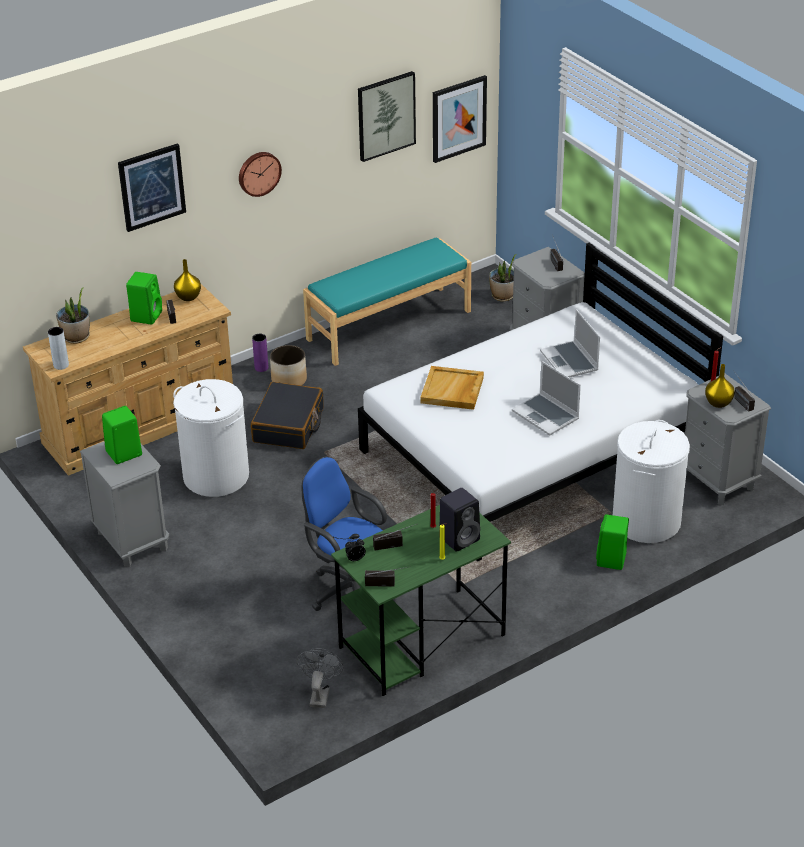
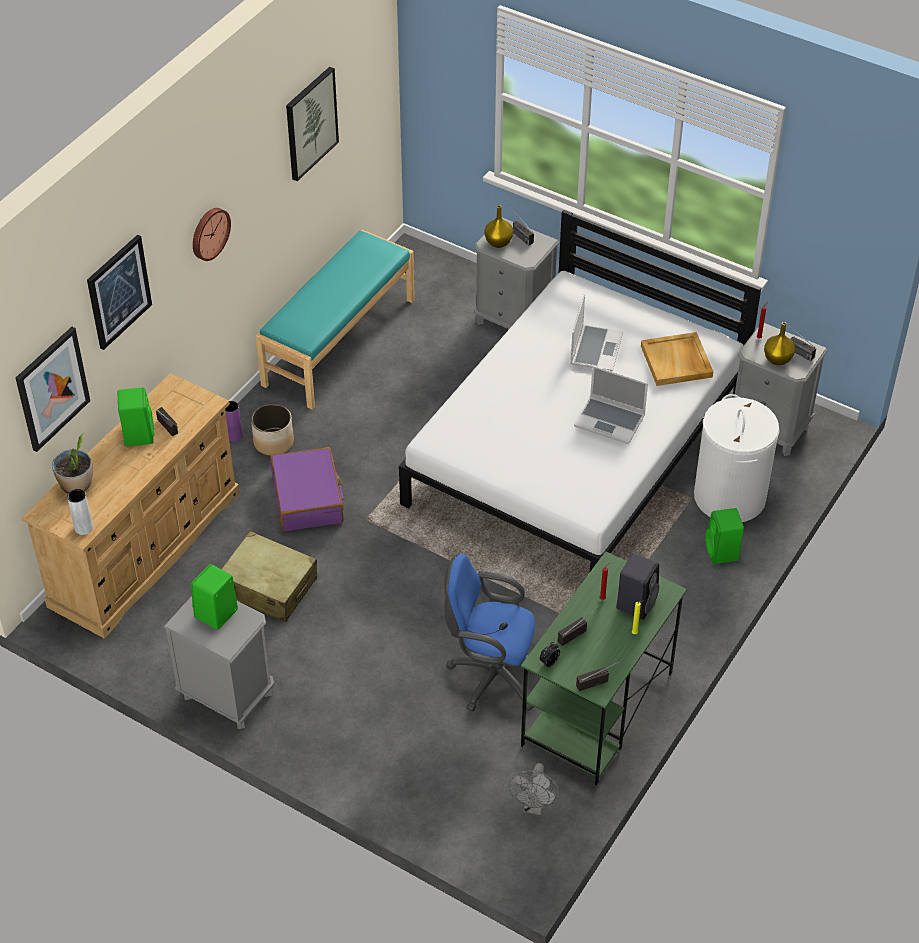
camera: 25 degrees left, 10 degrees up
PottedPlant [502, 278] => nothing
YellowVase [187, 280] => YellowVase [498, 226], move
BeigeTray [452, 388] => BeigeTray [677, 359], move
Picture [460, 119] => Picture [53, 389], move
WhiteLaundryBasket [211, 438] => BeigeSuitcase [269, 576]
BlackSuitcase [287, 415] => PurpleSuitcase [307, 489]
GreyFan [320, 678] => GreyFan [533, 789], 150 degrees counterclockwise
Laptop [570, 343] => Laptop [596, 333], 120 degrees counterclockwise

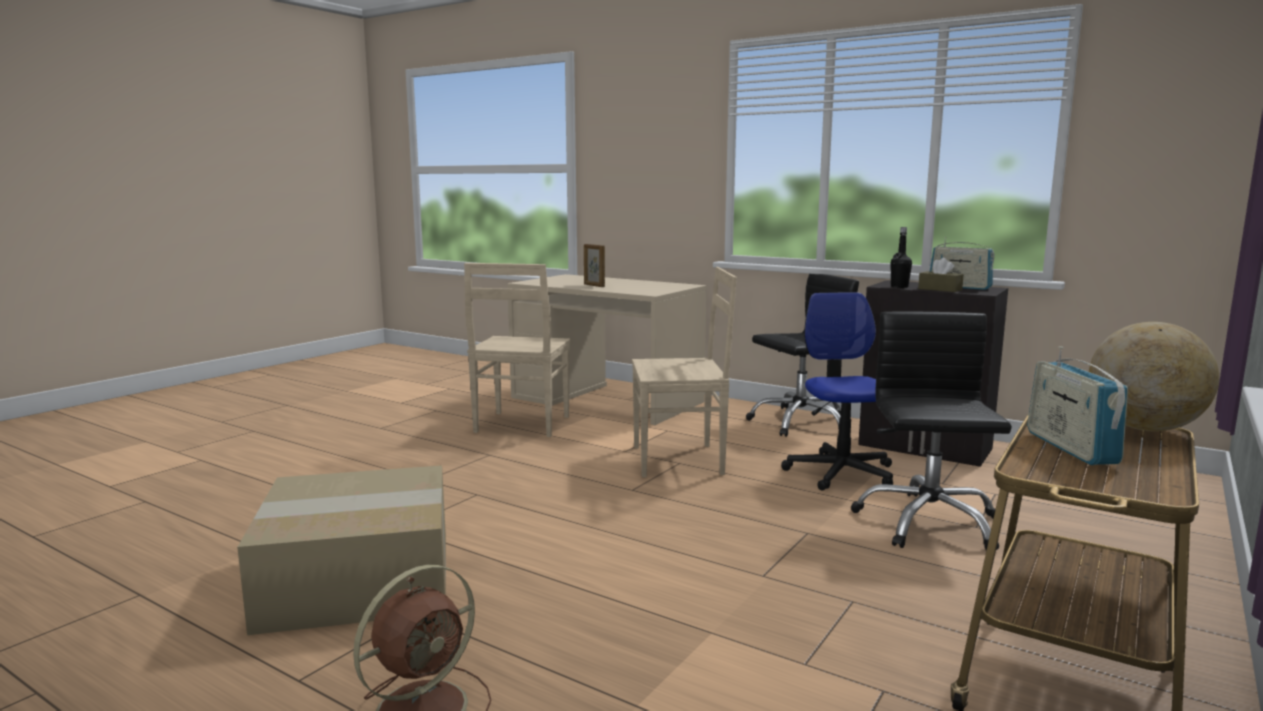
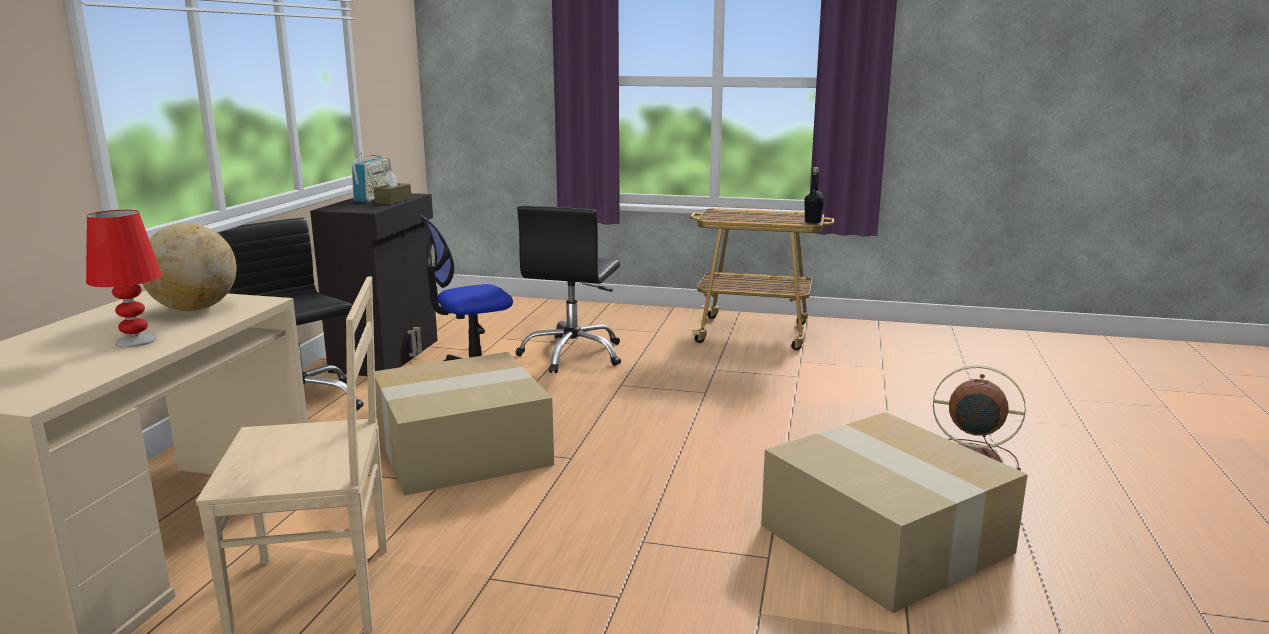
camera: 110 degrees left, 5 degrees up
Radio [1077, 405] => nothing
BlackBottle [901, 257] => BlackBottle [814, 195], move
Globe [1154, 377] => Globe [189, 267], move
PictureFrame [594, 265] => RedTableLamp [124, 279]
BeigeChair [684, 372] => CardboardBox [464, 424]
BlackOfficeChair [931, 431] => BlackOfficeChair [568, 289], 60 degrees counterclockwise

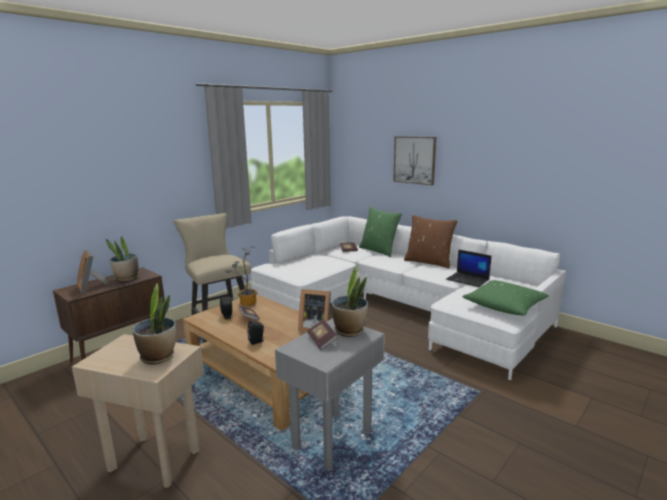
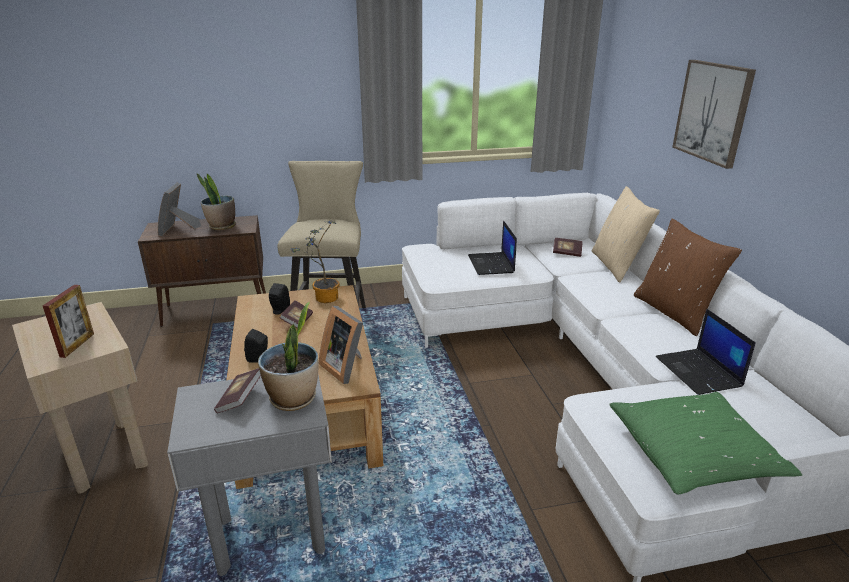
camera: 35 degrees right, 10 degrees up
nothing => Laptop [492, 247]
PottedPlant [154, 324] => PictureFrame [68, 321]
GreenPillow [380, 232] => BeigePillow [626, 234]

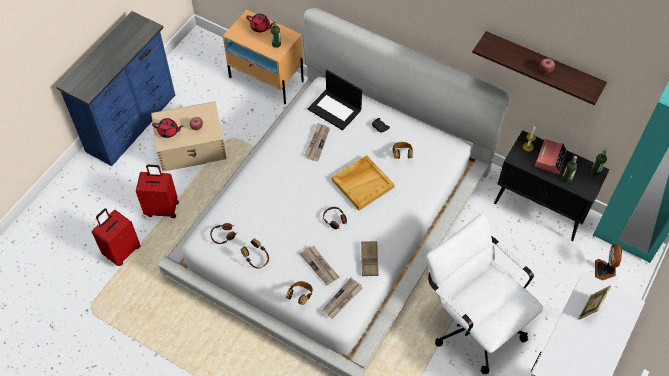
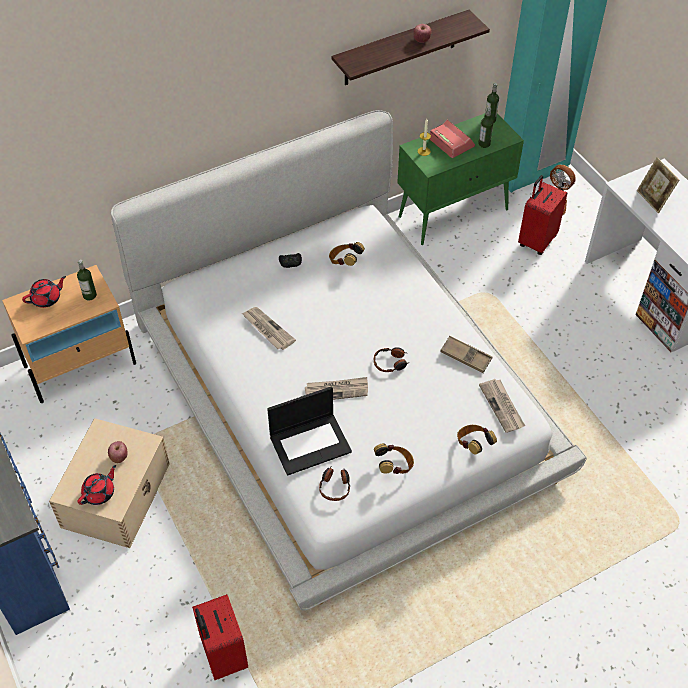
camera: 60 degrees left, 5 degrees down
BeigeTray [363, 182] => nothing
WhiteOfficeChair [485, 293] => nothing
RedSuitcase [157, 191] => RedSuitcase [543, 215], move
Newspaper [319, 266] => Newspaper [336, 388], move
Laptop [335, 100] => Laptop [309, 431], move
BlackCabinet [552, 185] => GreenCabinet [460, 179]

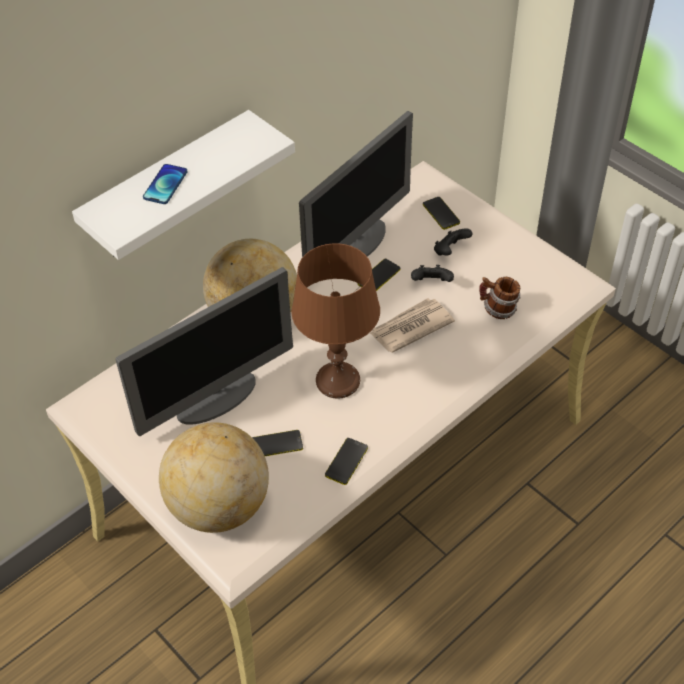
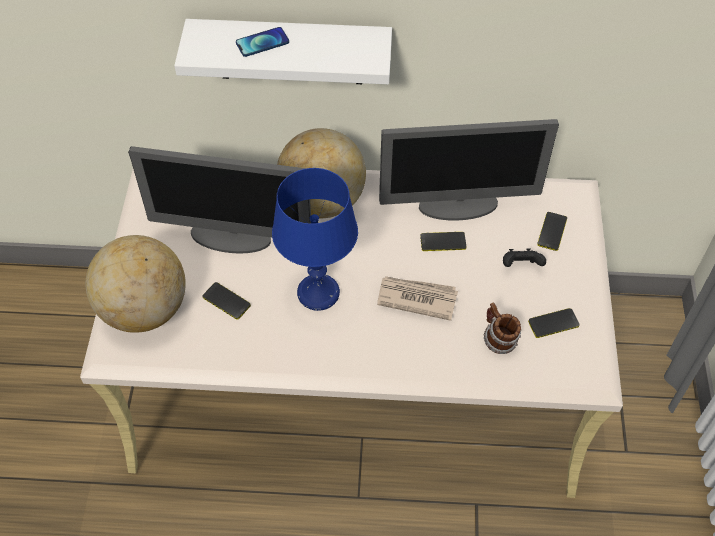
camera: 45 degrees right, 5 degrees up
BlackGameController [432, 273] => nothing
Phone [346, 461] => Phone [554, 323], move
BrownTableLamp [335, 321] => BlueTableLamp [315, 239]

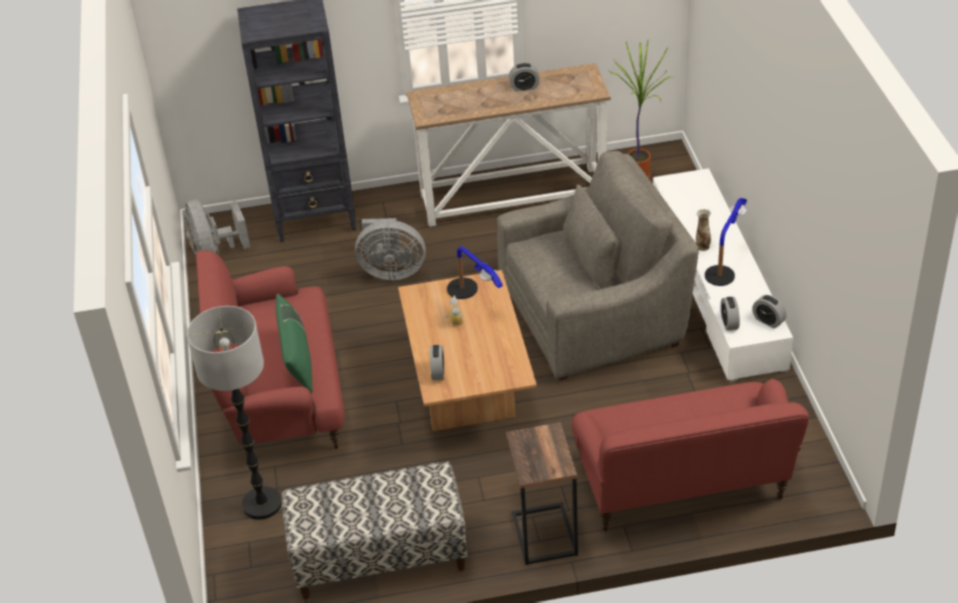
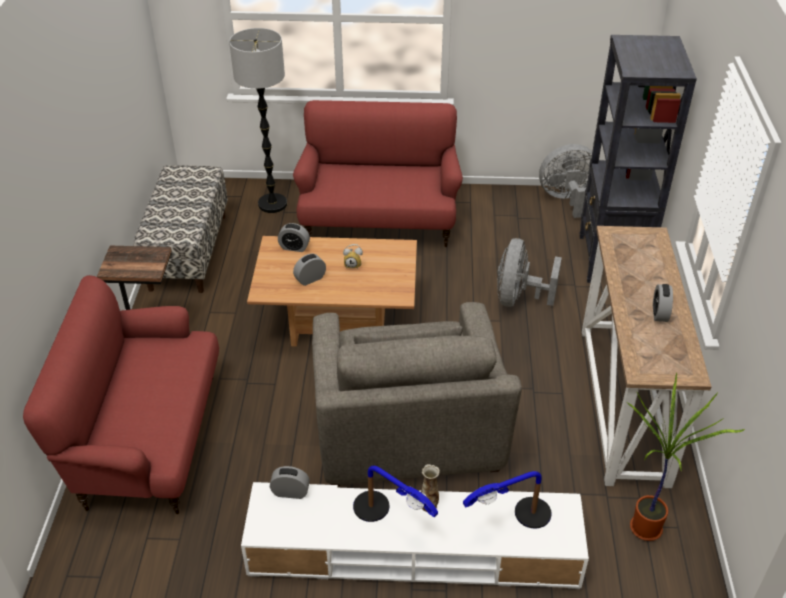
camera: 100 degrees right, 0 degrees up
GreenPillow [293, 343] => nothing
TableLamp [475, 272] => TableLamp [507, 499], move
AlarmClock [769, 311] => AlarmClock [309, 270], move

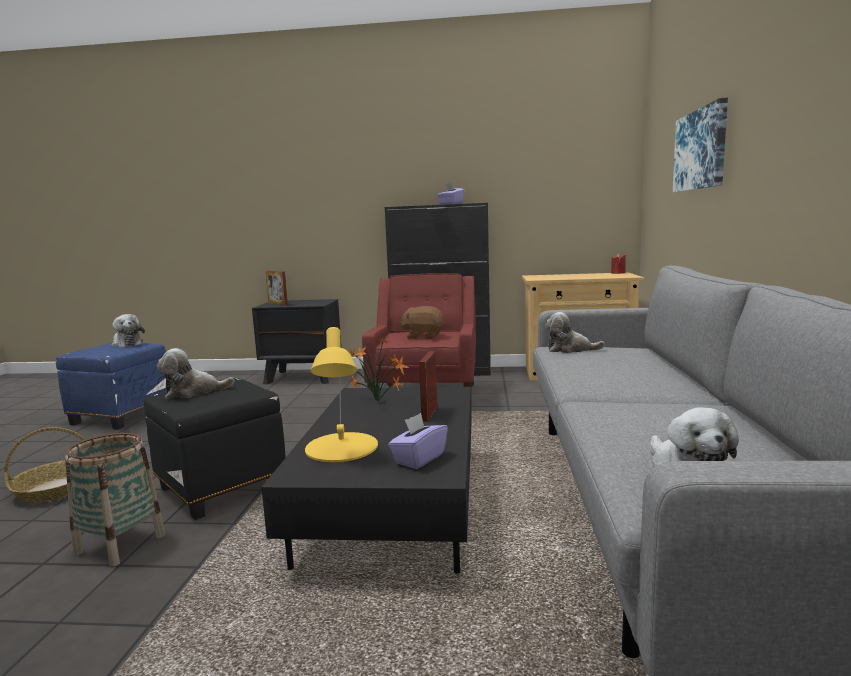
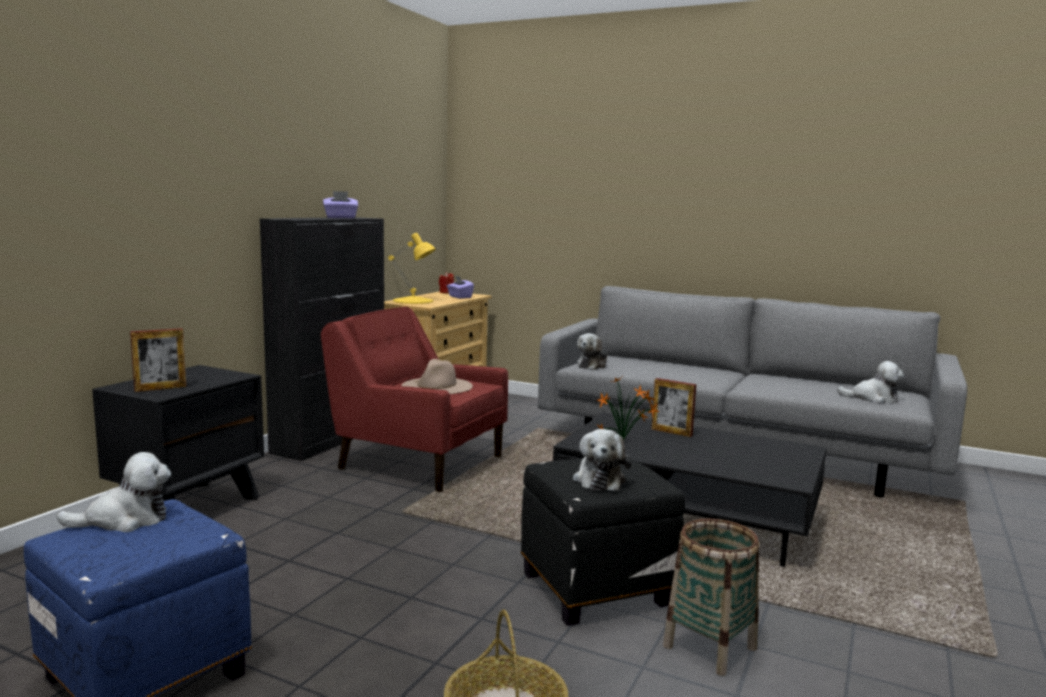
camera: 70 degrees left, 0 degrees up
Picture [700, 145] => nothing
YellowTableLamp [341, 394] => YellowTableLamp [412, 268], move
PurpleTissueBox [418, 441] => PurpleTissueBox [460, 287], move
BrownPlushToy [422, 322] => BeigeHat [437, 376]

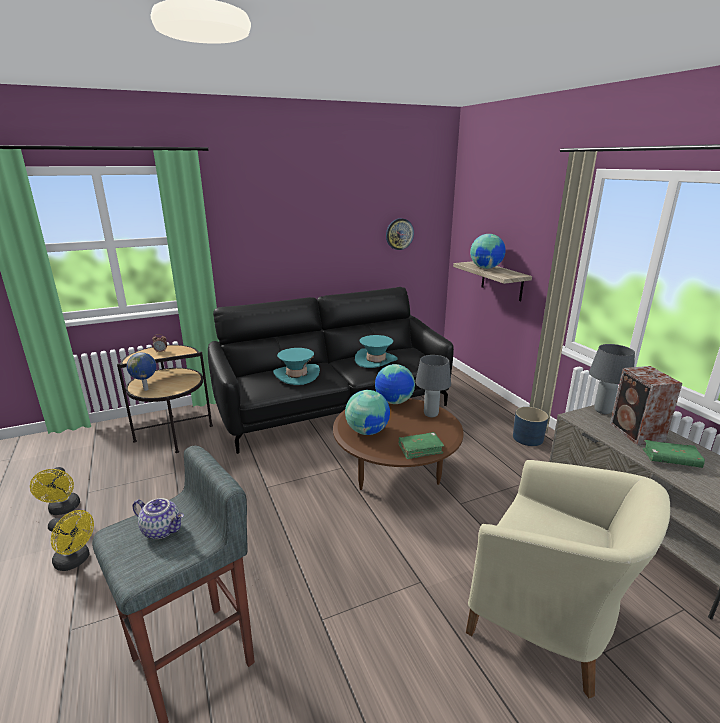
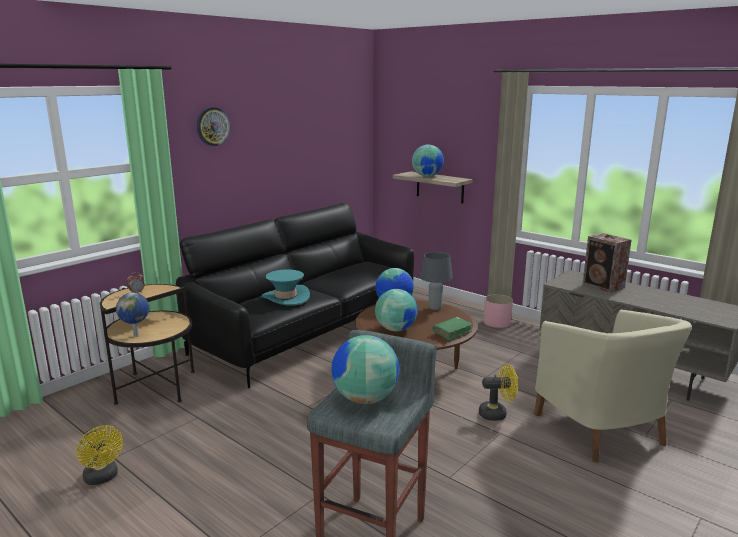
camera: 25 degrees left, 5 degrees down
TurquoiseHat [376, 351] => nothing
GreyTableLamp [612, 379] => nothing
GreenBook [673, 454] => nothing
YellowFan [71, 540] => YellowFan [498, 392], move
WallClock [400, 234] => WallClock [213, 126], move
Teapot [158, 518] => Globe [365, 369]
BluePlanter [530, 426] => PinkPlanter [498, 311]
BeigeArmchair [568, 579] => BeigeArmchair [613, 386], 60 degrees clockwise

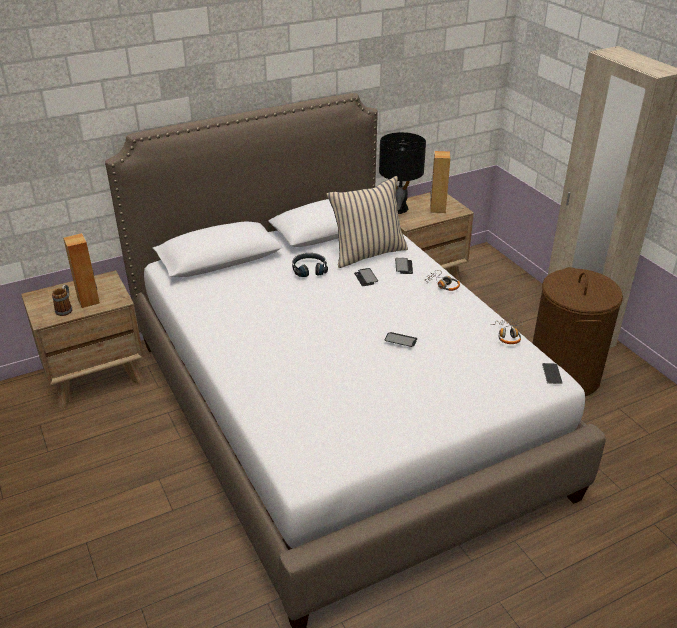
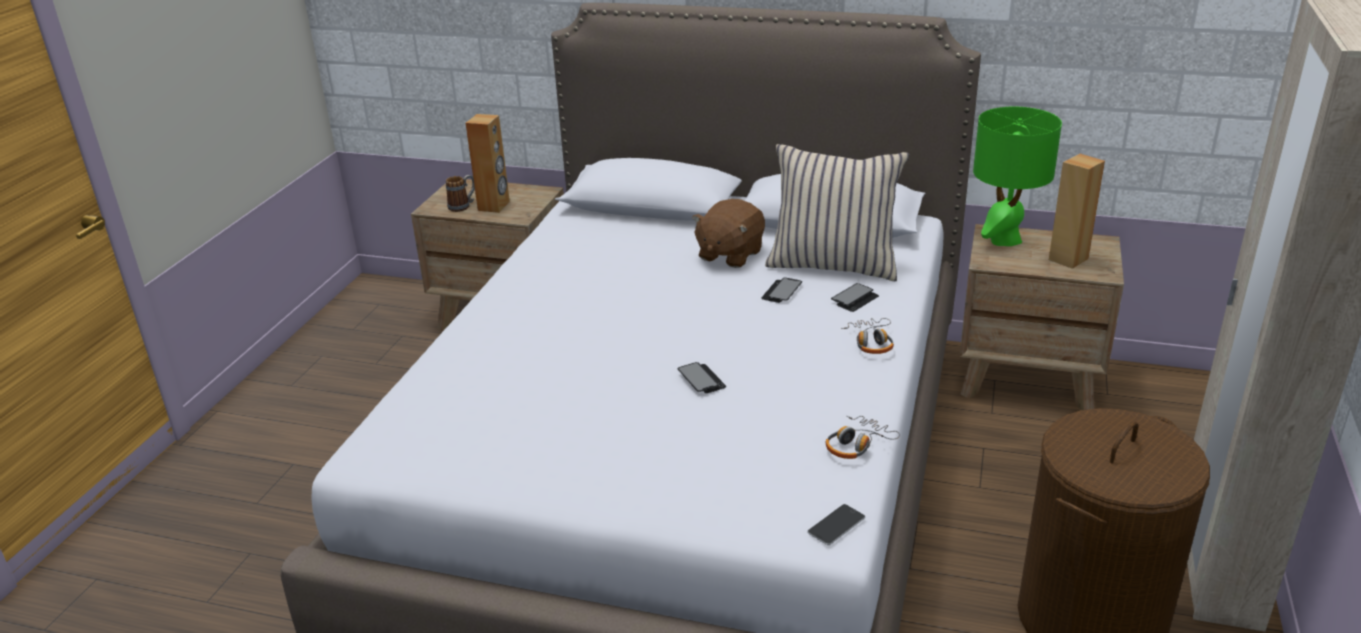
camera: 45 degrees right, 5 degrees down
BlackHeadphones [310, 265] => BrownPlushToy [728, 233]
BlackTableLamp [402, 173] => GreenTableLamp [1017, 176]

